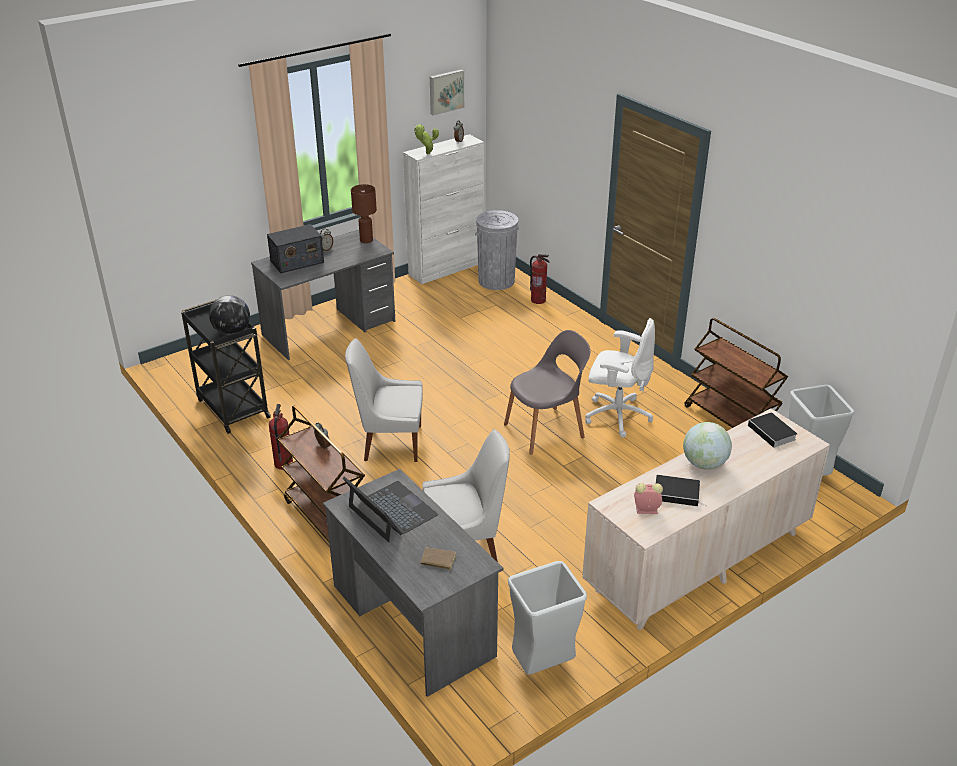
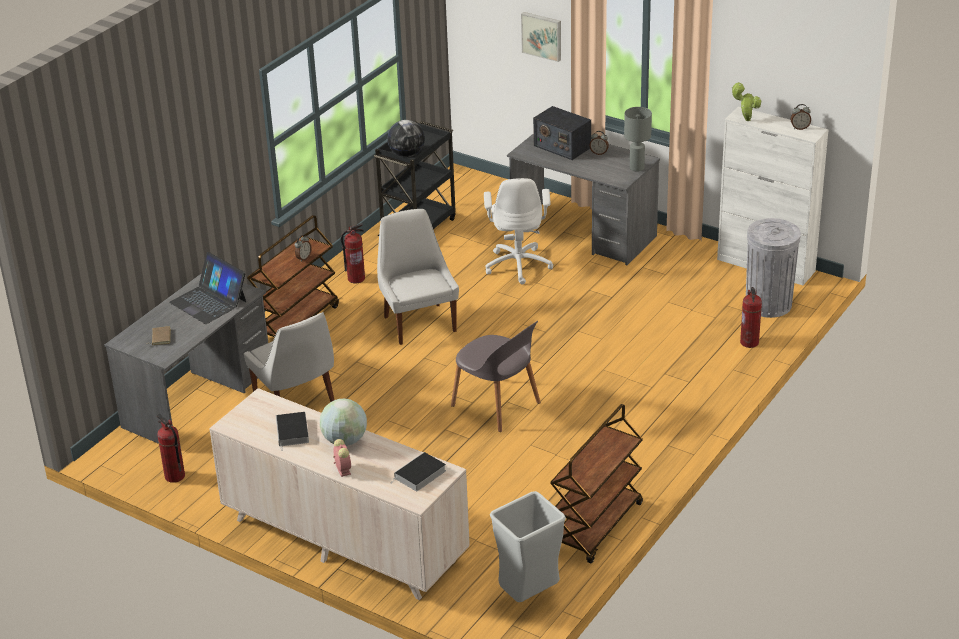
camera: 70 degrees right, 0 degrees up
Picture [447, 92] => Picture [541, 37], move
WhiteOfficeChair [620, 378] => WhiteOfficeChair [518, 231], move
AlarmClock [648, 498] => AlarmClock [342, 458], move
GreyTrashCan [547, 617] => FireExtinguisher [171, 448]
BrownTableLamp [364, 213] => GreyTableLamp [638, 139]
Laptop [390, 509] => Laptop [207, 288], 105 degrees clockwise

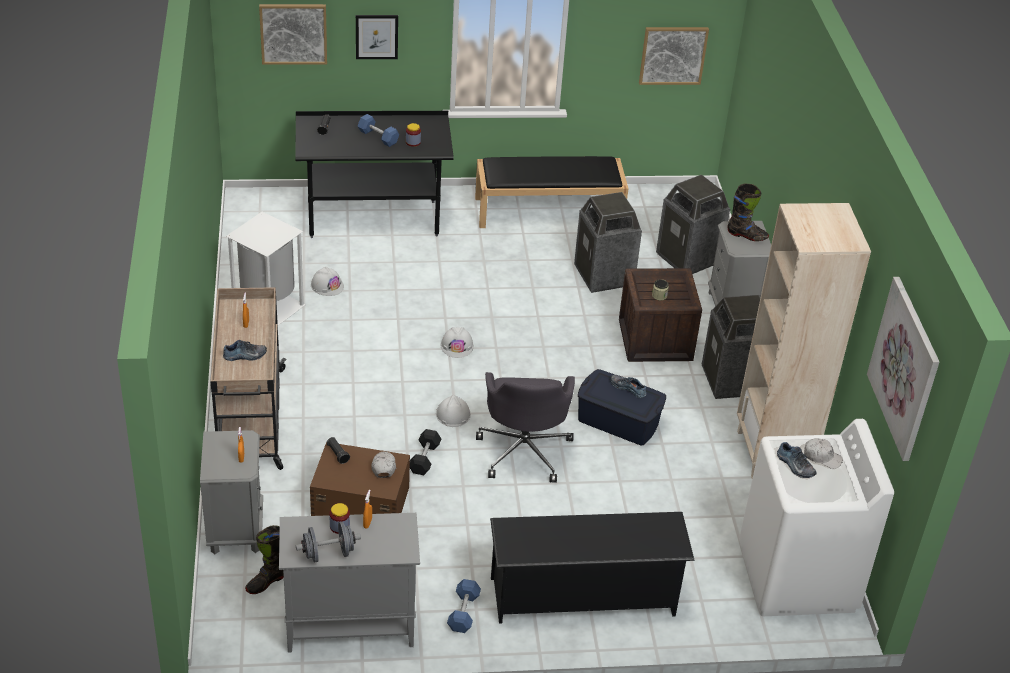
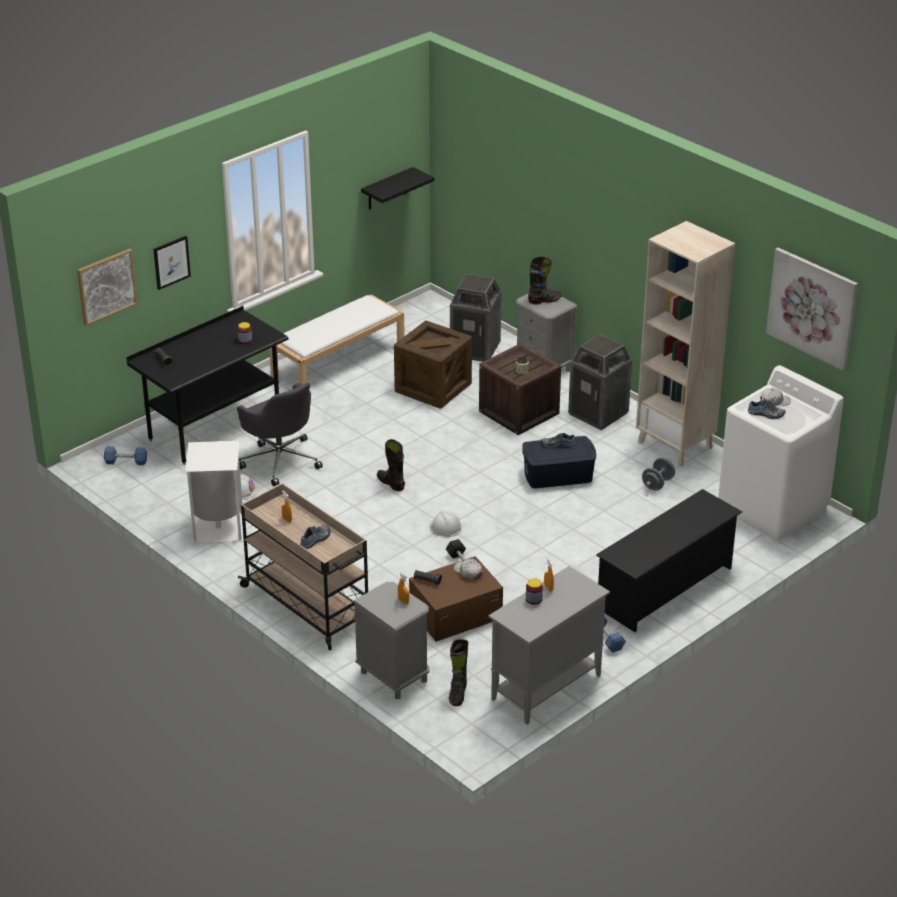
camera: 35 degrees left, 5 degrees down
GreyDumbbell [328, 542] => GreyDumbbell [658, 474], move
BlueDumbbell [378, 130] => BlueDumbbell [125, 455], move
GreyOfficeChair [525, 427] => GreyOfficeChair [280, 434], move
WhiteHardHat [457, 342] => BlackBoot [391, 465]
TrashCan [608, 242] => Crate [433, 364]
Picture [674, 56] => BlackShelf [397, 188]
BlackBench [552, 192] => WhiteBench [337, 339]

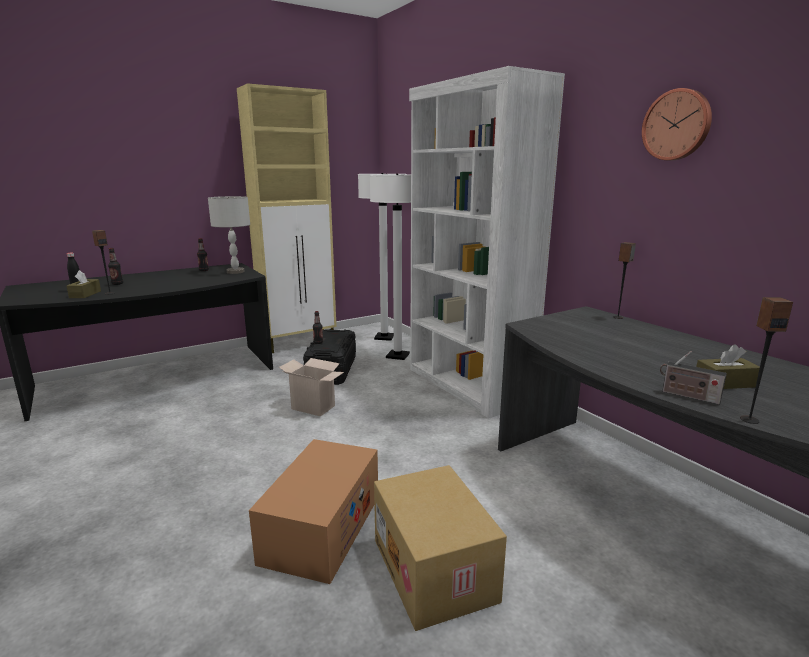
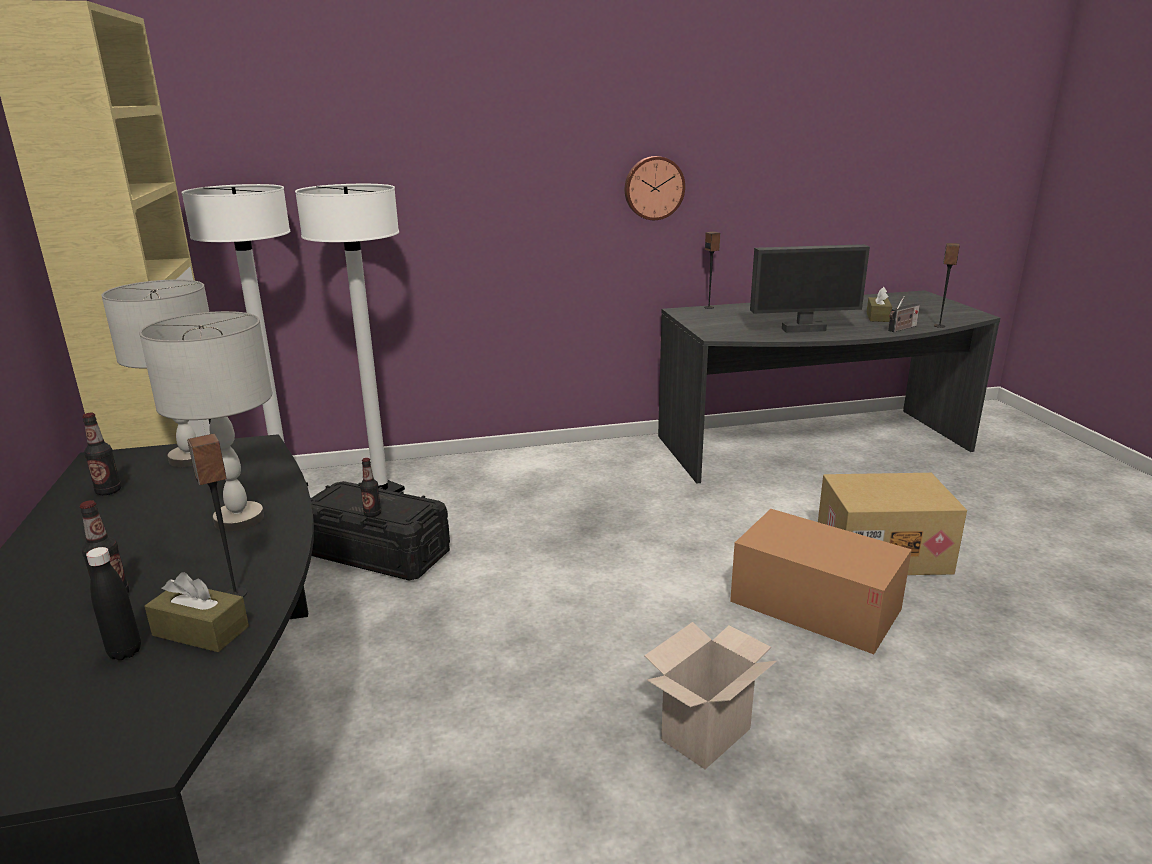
camera: 70 degrees left, 5 degrees up
WhiteBookcase [487, 242] => nothing
nothing => GreyTableLamp [205, 421]
nothing => Monitor [810, 288]
CardboardBox [311, 387] => CardboardBox [710, 695], move
WallClock [677, 124] => WallClock [655, 188], move

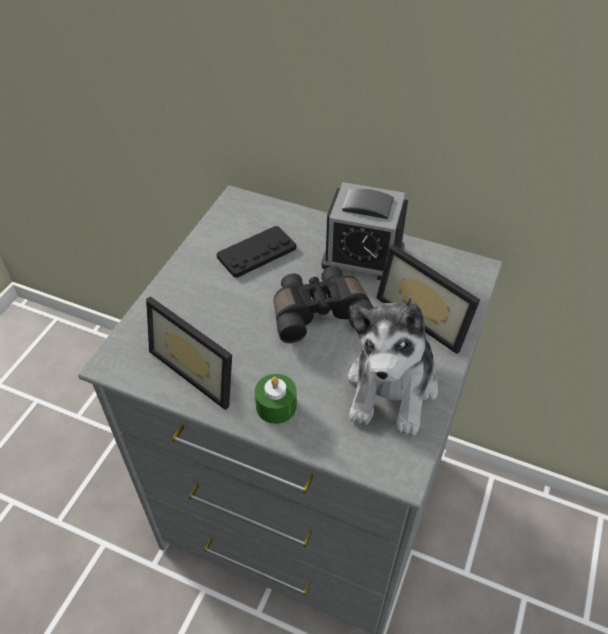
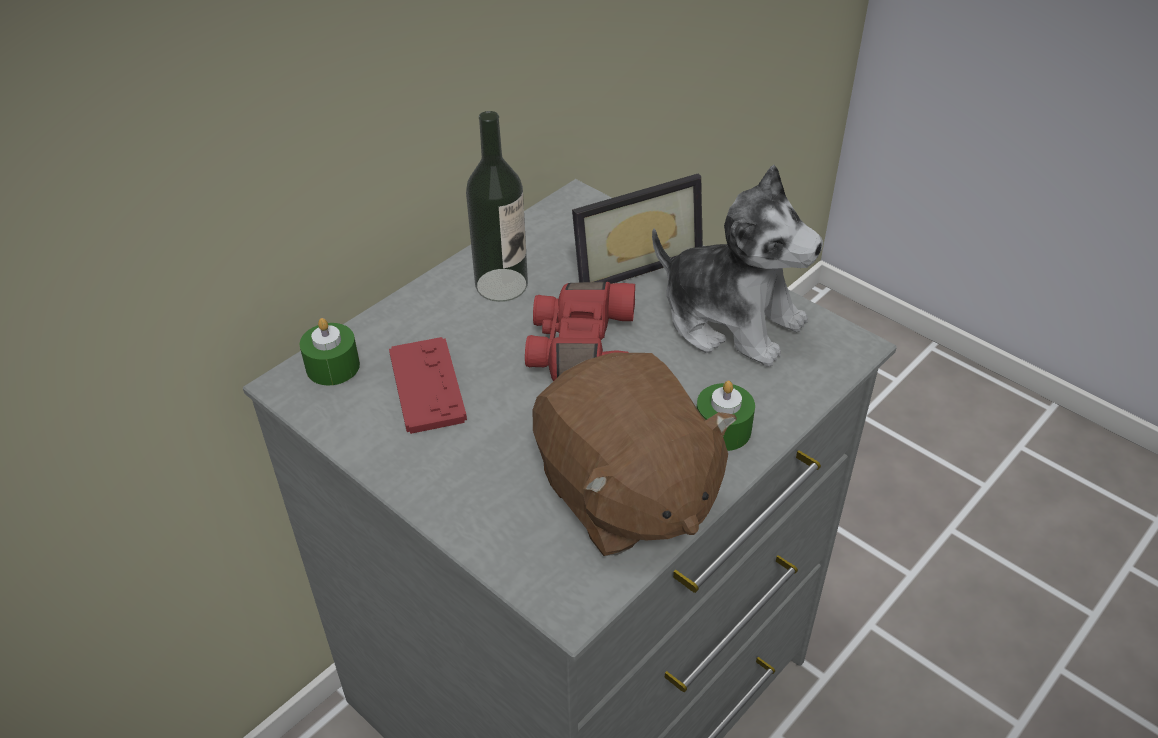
camera: 70 degrees left, 5 degrees down
nothing => GreenCandle [330, 352]
PictureFrame [189, 353] => BrownPlushToy [635, 454]
AlarmClock [364, 231] => Bottle [497, 206]
BlackGameController [256, 252] => RedGameController [428, 385]
BlackBinoculars [324, 304] => RedBinoculars [580, 331]

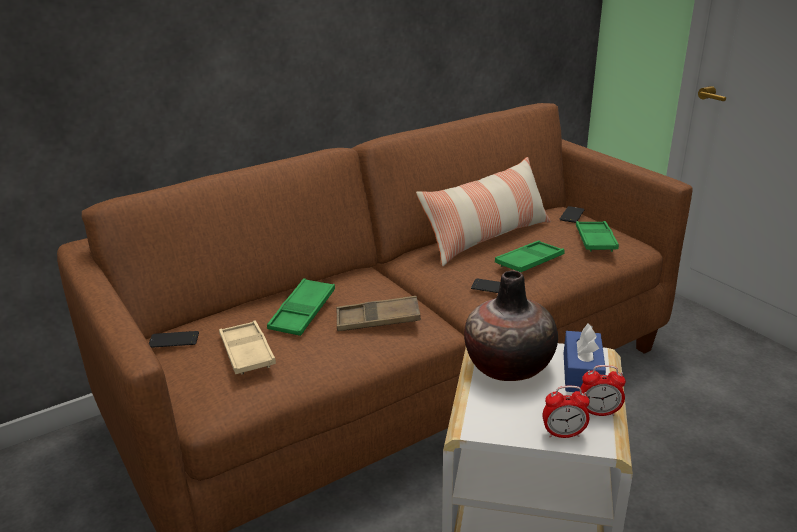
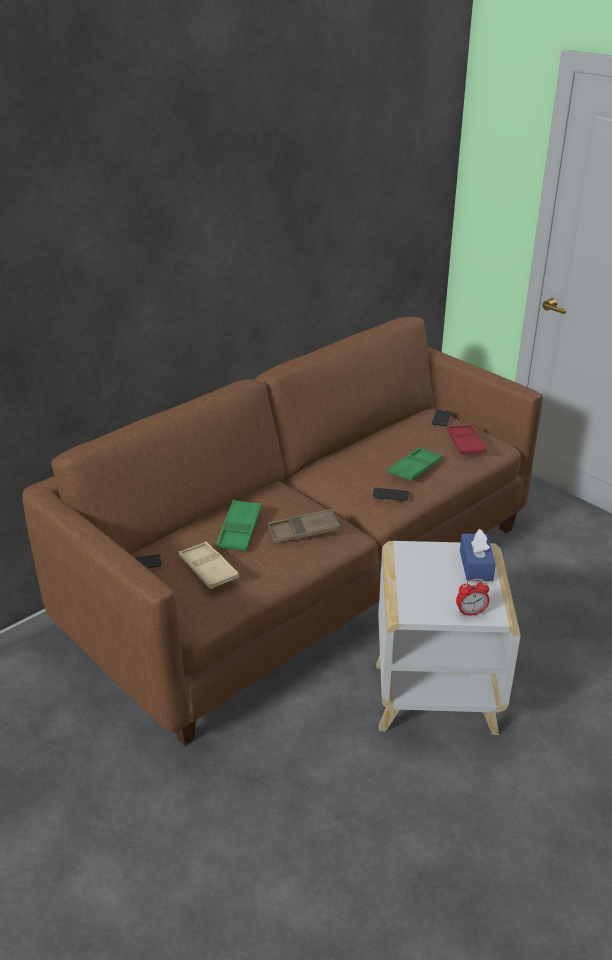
camera: 10 degrees left, 5 degrees up
Pillow [483, 212] => nothing
Vase [511, 325] => nothing
AlarmClock [603, 390] => nothing
GreenTray [597, 236] => RedTray [467, 440]

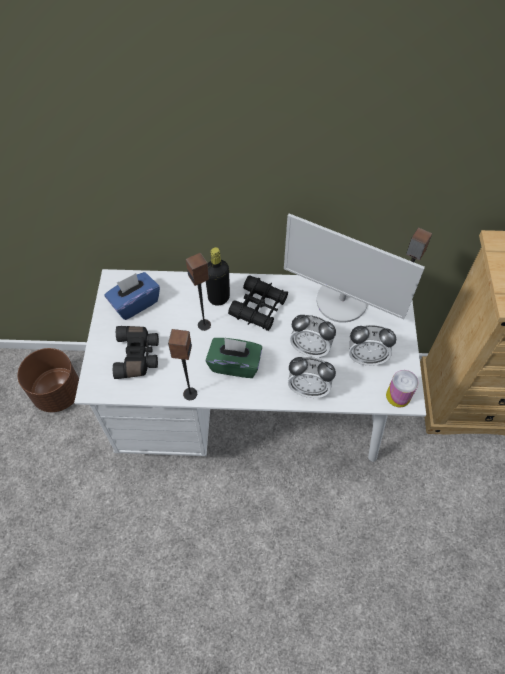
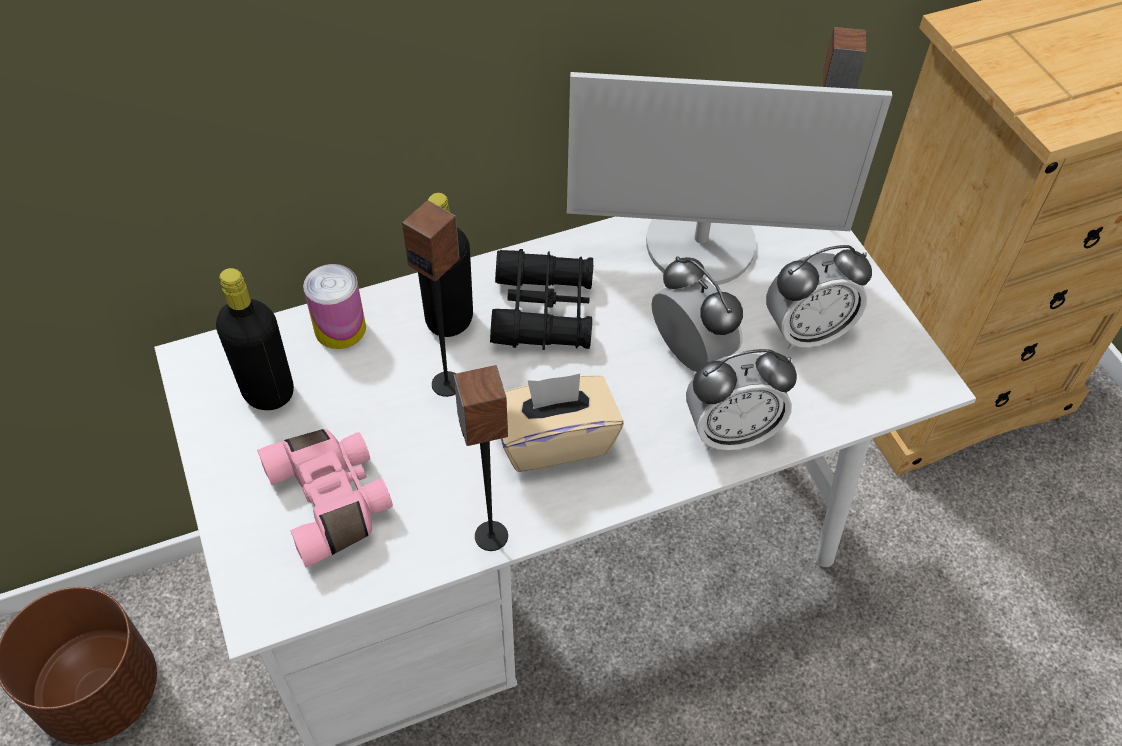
camera: 25 degrees left, 5 degrees down
Can [402, 388] => Can [334, 306], move
BlueTissueBox [132, 296] => BlackBottle [255, 339]
BlackBinoculars [136, 352] => PinkBinoculars [325, 498]
GreenTissueBox [234, 357] => BeigeTissueBox [562, 423]
AlarmClock [313, 336] => AlarmClock [697, 314], 120 degrees counterclockwise

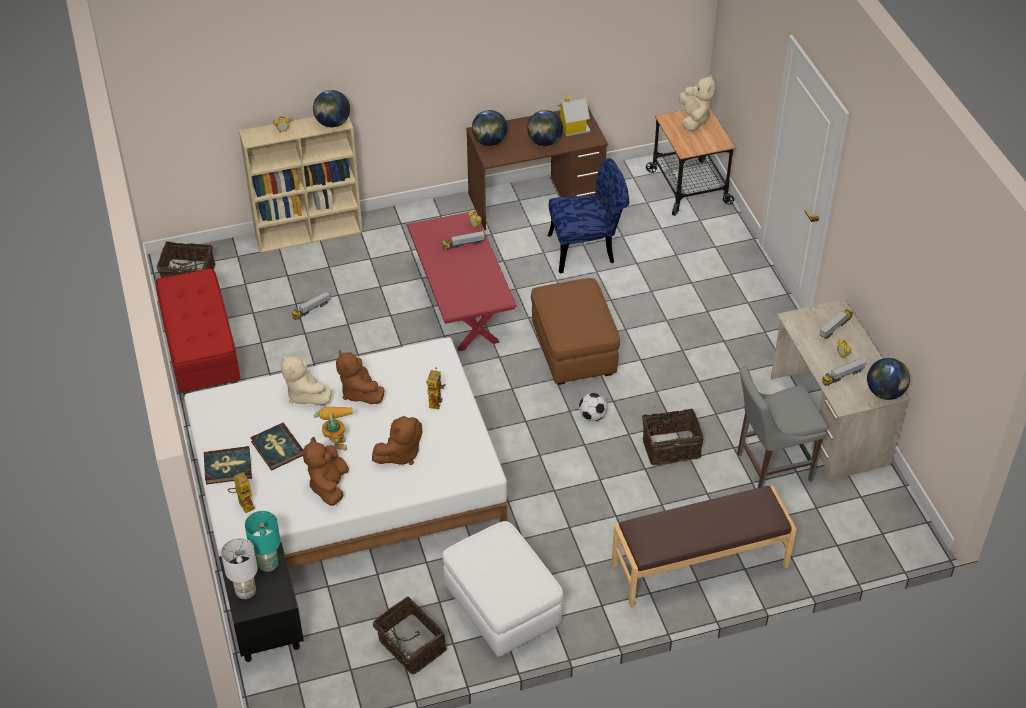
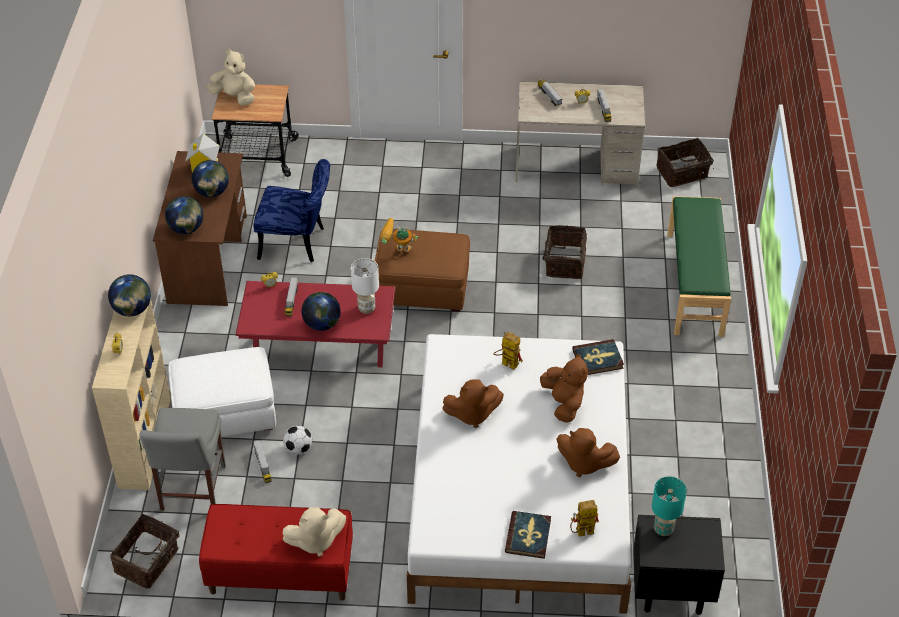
camera: 70 degrees left, 0 degrees up
WhiteTableLamp [239, 568] => WhiteTableLamp [365, 286], move
Book [276, 447] => Book [598, 357], move
BeigePlushToy [306, 379] => BeigePlushToy [314, 531], move
ToyRobot [333, 429] => ToyRobot [399, 235], move
Basket [410, 635] => Basket [685, 162], move
WhiteOttoman [502, 589] => WhiteOttoman [222, 392], move
Football [593, 407] => Football [297, 440], move
GreyChair [782, 427] => GreyChair [182, 459], move
Globe [888, 379] => Globe [321, 311], move
BrownBench [704, 547] => GreenBench [699, 266]
BlueChair [588, 216] => BlueChair [291, 210], 90 degrees clockwise

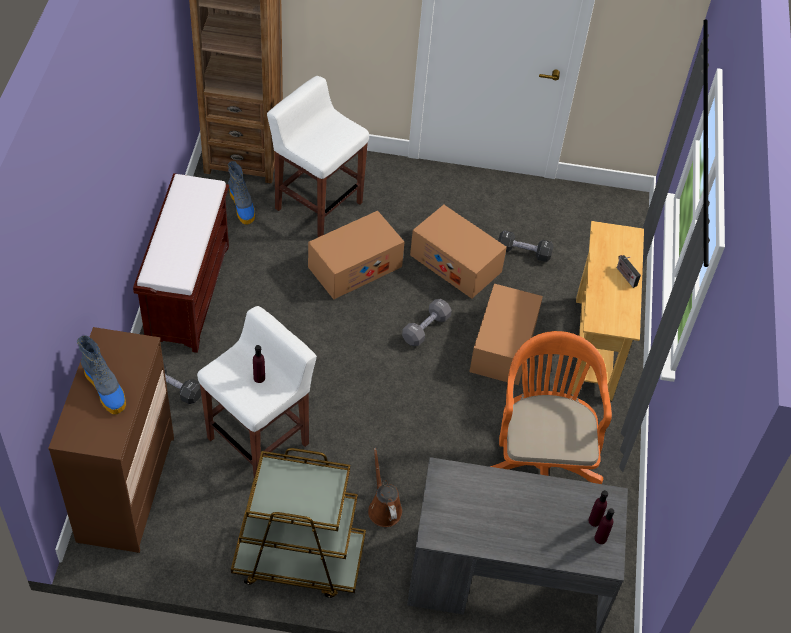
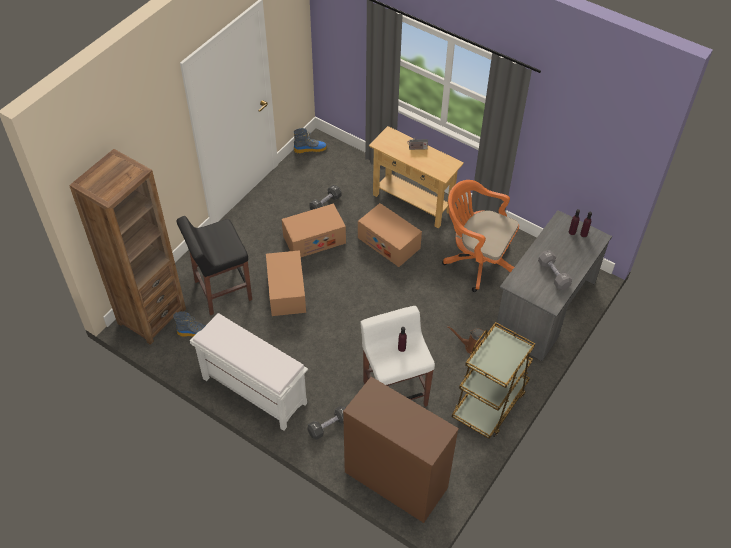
camera: 60 degrees left, 0 degrees up
Boot [101, 375] => Boot [310, 140], move
GreyDumbbell [427, 322] => GreyDumbbell [555, 270], move
BrownBench [181, 263] => WhiteBench [249, 372]
WhiteStool [318, 156] => BlackStool [214, 265]

